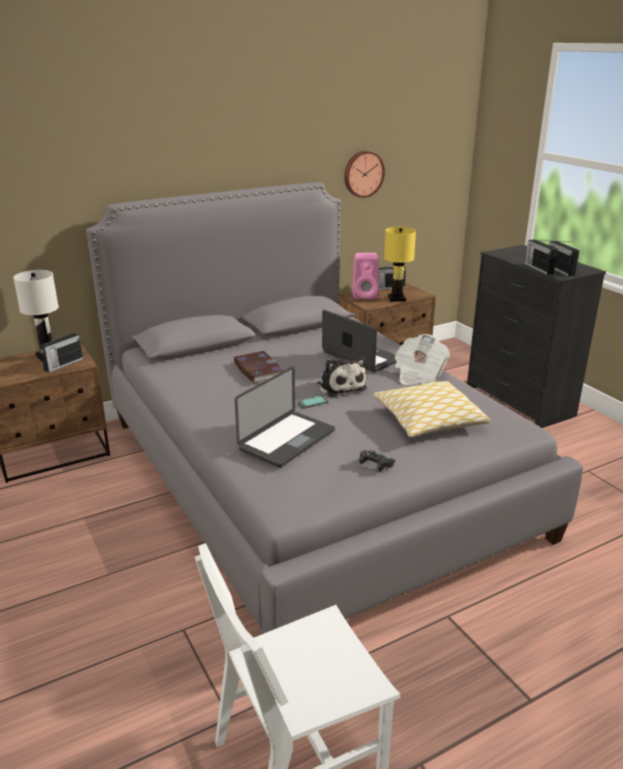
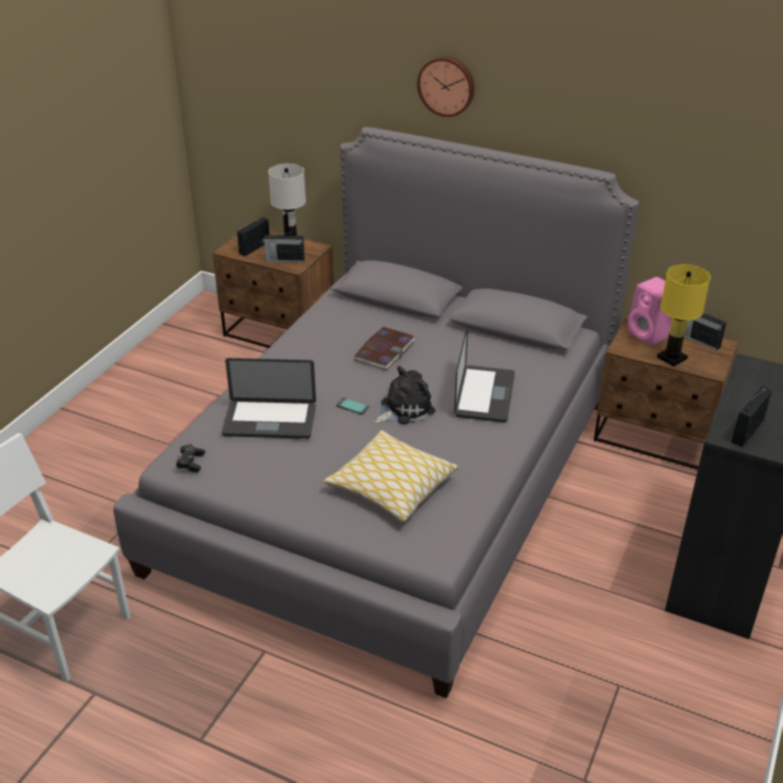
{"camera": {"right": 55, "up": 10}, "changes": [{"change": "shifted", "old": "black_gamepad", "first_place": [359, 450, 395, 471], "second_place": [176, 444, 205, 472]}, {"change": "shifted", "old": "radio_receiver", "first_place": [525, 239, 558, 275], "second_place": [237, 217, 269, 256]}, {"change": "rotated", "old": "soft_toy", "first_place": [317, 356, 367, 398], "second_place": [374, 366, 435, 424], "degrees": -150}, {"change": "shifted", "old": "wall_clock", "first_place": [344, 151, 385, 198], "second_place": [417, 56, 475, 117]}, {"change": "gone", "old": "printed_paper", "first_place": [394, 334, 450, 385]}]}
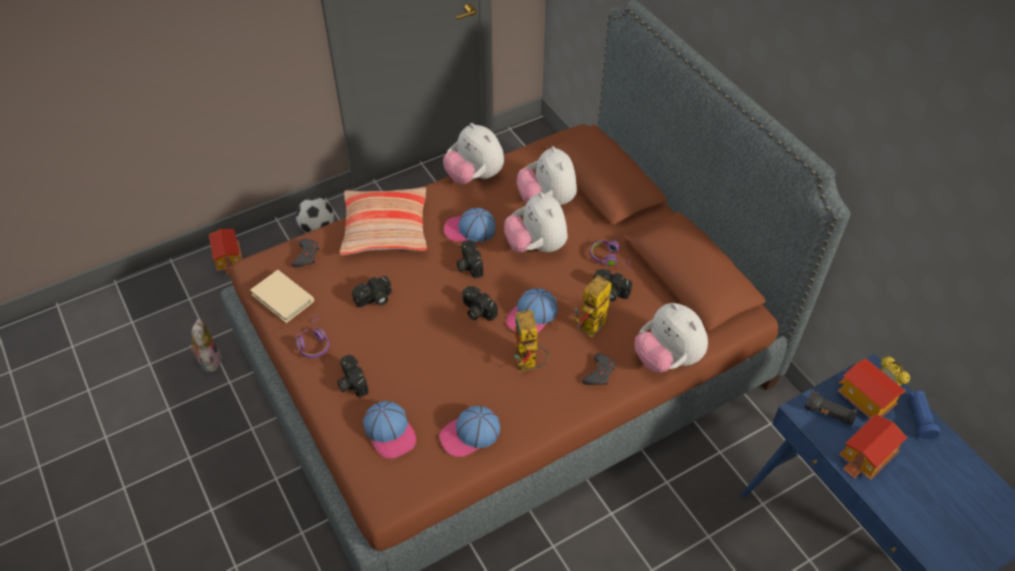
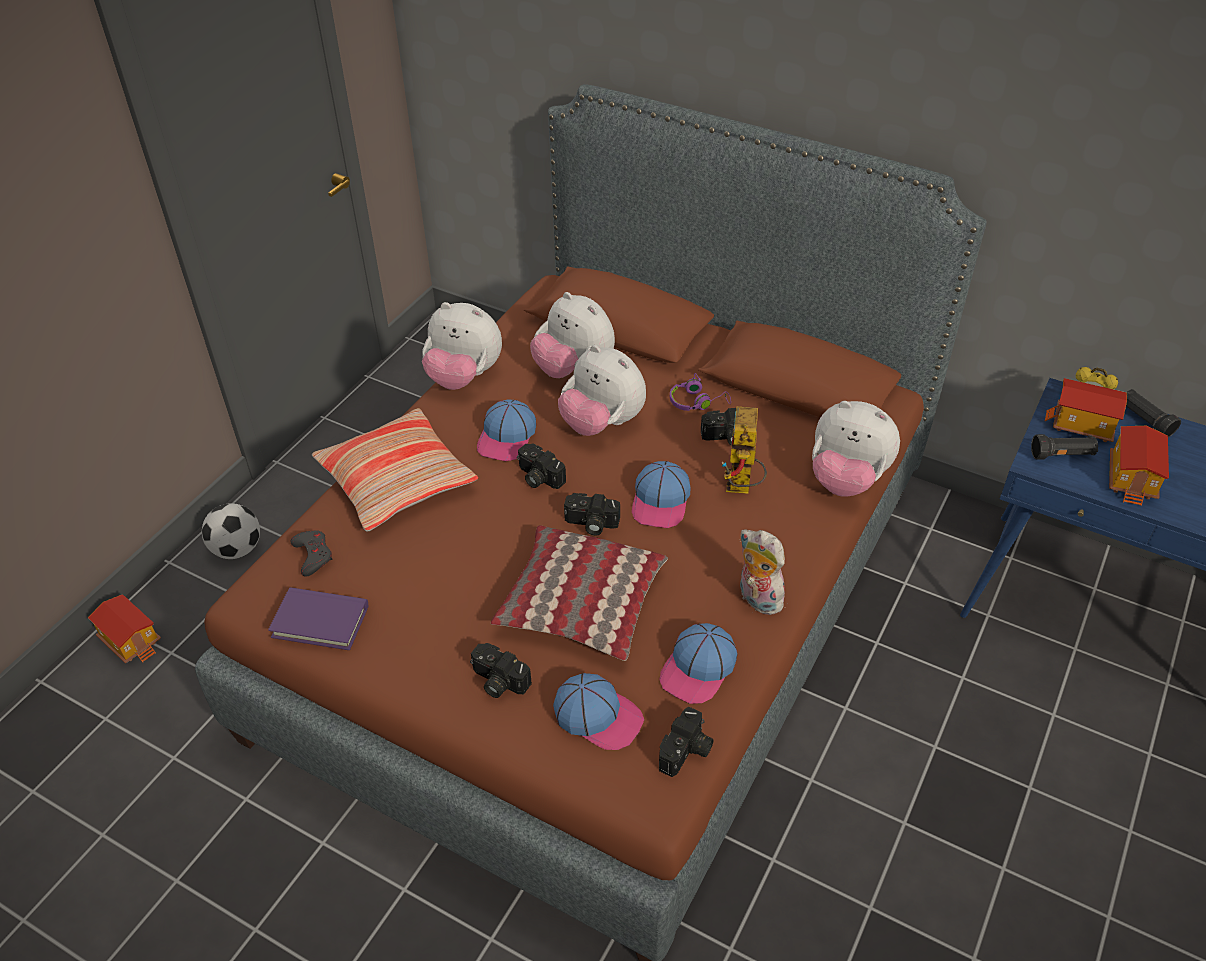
{"camera": {"right": -30, "up": -5}, "changes": [{"change": "repainted", "old": "sand-coloured_volume", "new": "purple_volume", "first_place": [250, 270, 314, 323], "second_place": [268, 587, 368, 650]}, {"change": "rotated", "old": "peaked_cap", "first_place": [444, 208, 496, 242], "second_place": [477, 399, 536, 461], "degrees": -45}, {"change": "new", "new": "cushion", "second_place": [491, 525, 668, 661]}, {"change": "shifted", "old": "photo_camera", "first_place": [352, 276, 392, 307], "second_place": [659, 707, 714, 777]}, {"change": "shifted", "old": "soft_toy", "first_place": [189, 319, 221, 372], "second_place": [740, 530, 786, 615]}, {"change": "repainted", "old": "blue-coloured_flashlight", "new": "black_flashlight", "first_place": [908, 390, 941, 440], "second_place": [1126, 389, 1181, 438]}, {"change": "gone", "old": "purple_headphones", "first_place": [295, 314, 330, 358]}, {"change": "gone", "old": "model_robot", "first_place": [514, 310, 549, 372]}, {"change": "gone", "old": "grey_gamepad", "first_place": [582, 353, 615, 385]}]}
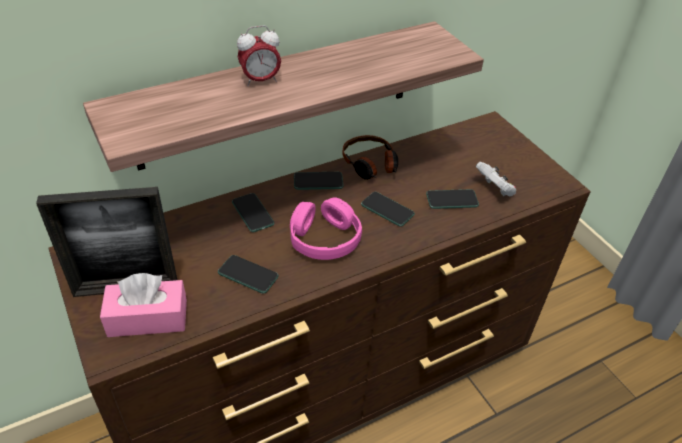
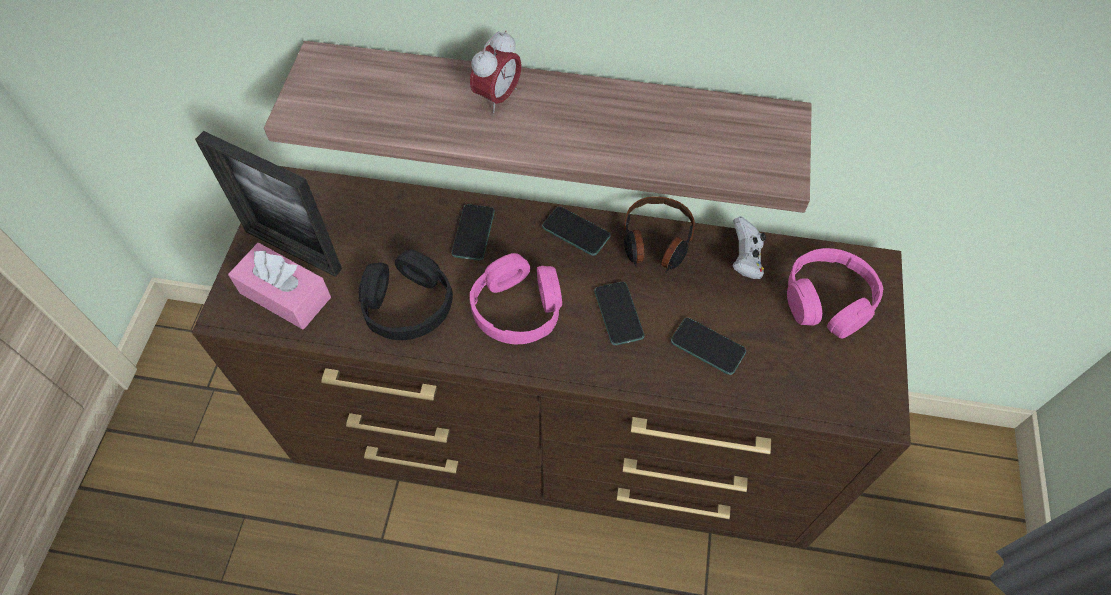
{"camera": {"right": 40, "up": 15}, "changes": [{"change": "swapped", "old": "telephone", "new": "black_headphones", "first_place": [218, 255, 279, 294], "second_place": [359, 249, 453, 340]}, {"change": "rotated", "old": "bedside_clock", "first_place": [237, 25, 281, 86], "second_place": [470, 30, 521, 113], "degrees": -75}, {"change": "shifted", "old": "white_gamepad", "first_place": [476, 162, 516, 196], "second_place": [733, 217, 766, 279]}, {"change": "new", "new": "pinkish_headphones", "second_place": [787, 248, 884, 338]}]}
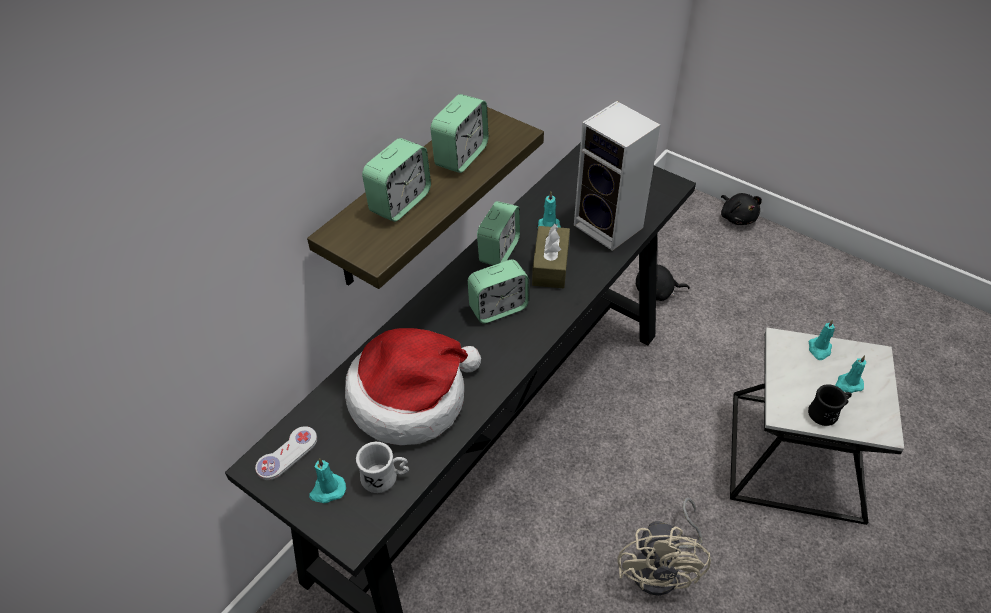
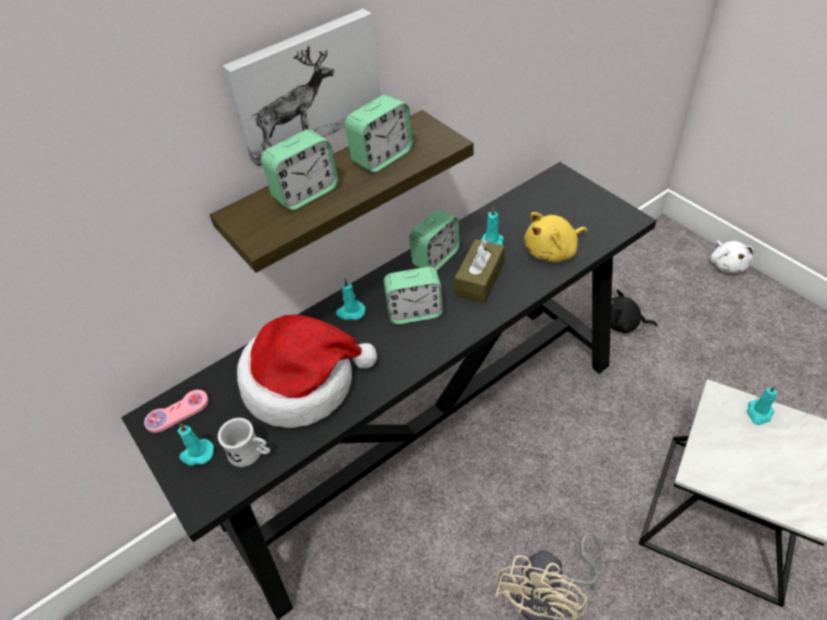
{"camera": {"right": 20, "up": 0}, "changes": [{"change": "repainted", "old": "white_gamepad", "new": "pinkish_gamepad", "first_place": [255, 426, 317, 480], "second_place": [144, 390, 209, 433]}, {"change": "new", "new": "wall_art", "second_place": [222, 9, 381, 169]}, {"change": "shifted", "old": "turquoise-coloured_wax_candle", "first_place": [835, 355, 866, 393], "second_place": [336, 278, 365, 320]}, {"change": "swapped", "old": "loudspeaker", "new": "yellow-coloured_soft_toy", "first_place": [574, 101, 660, 251], "second_place": [524, 212, 587, 262]}, {"change": "repainted", "old": "black_soft_toy", "new": "white_soft_toy", "first_place": [721, 193, 762, 225], "second_place": [711, 240, 754, 273]}, {"change": "gone", "old": "black_tea_mug", "first_place": [808, 384, 852, 426]}]}
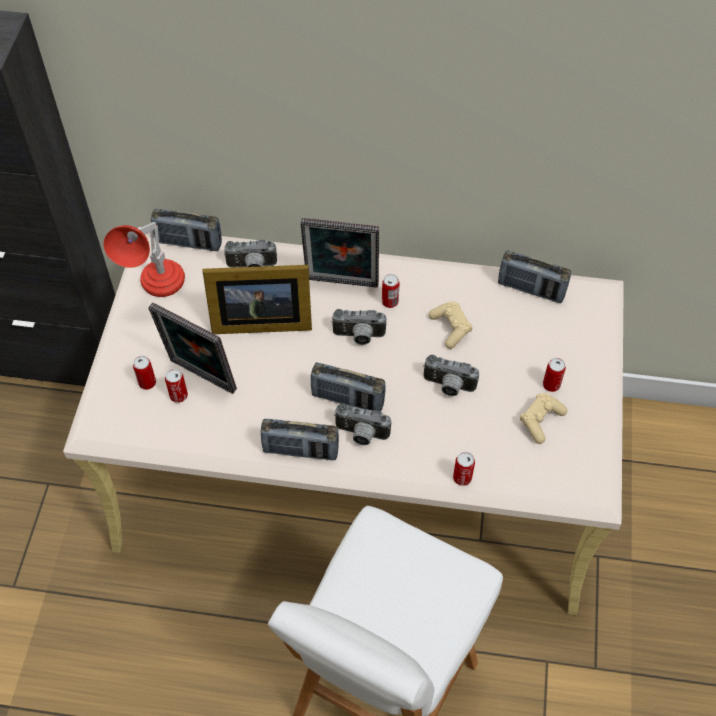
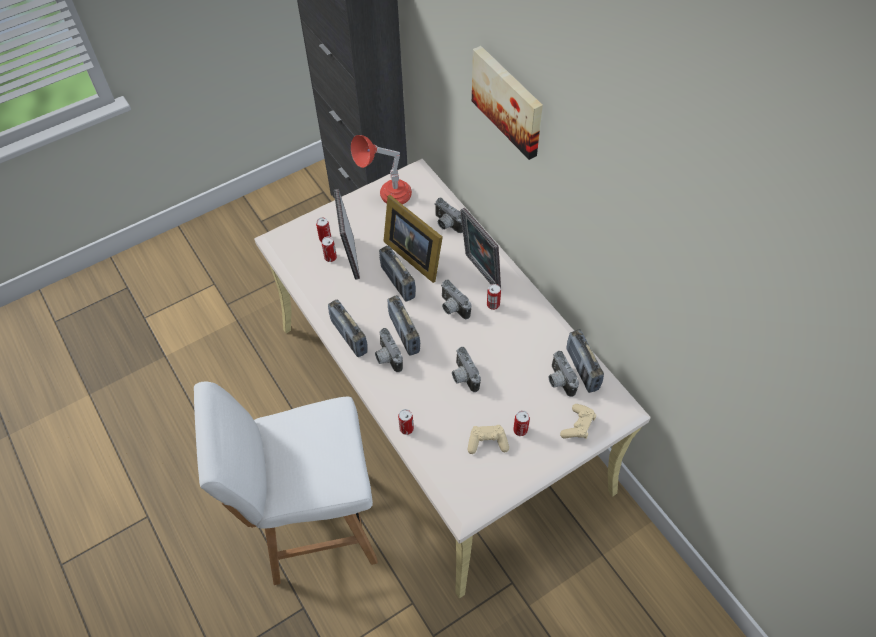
{"camera": {"right": 50, "up": 0}, "changes": [{"change": "shifted", "old": "radio_receiver", "first_place": [151, 209, 222, 251], "second_place": [379, 245, 416, 302]}, {"change": "new", "new": "wall_art", "second_place": [472, 46, 543, 160]}, {"change": "new", "new": "photo_camera", "second_place": [549, 351, 579, 397]}, {"change": "shifted", "old": "sand-coloured_gamepad", "first_place": [429, 301, 473, 349], "second_place": [560, 404, 596, 439]}]}
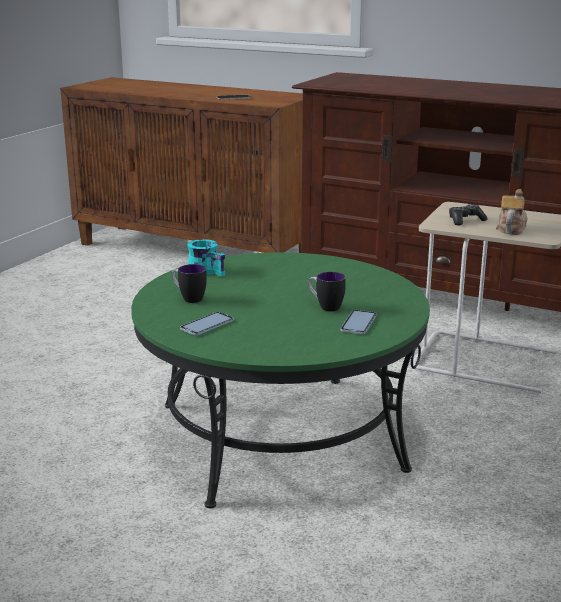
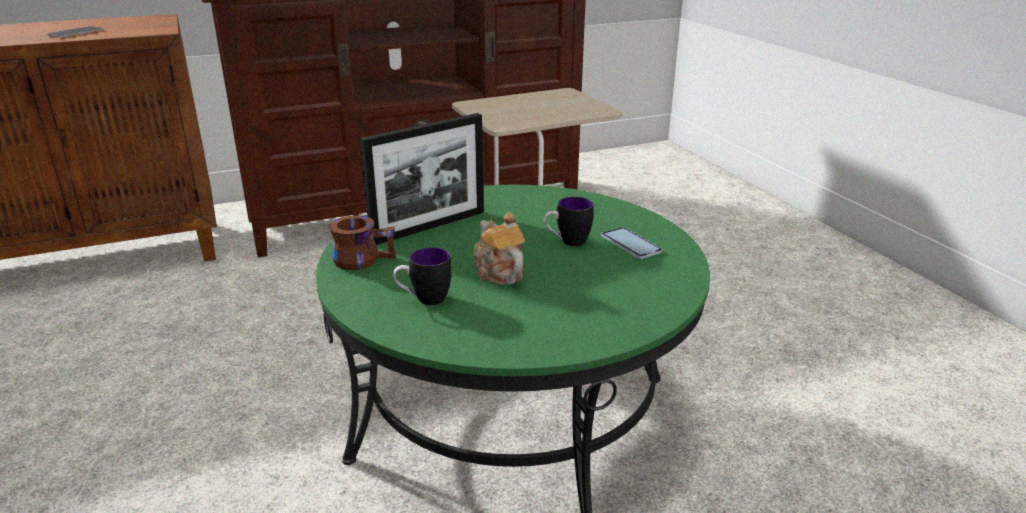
{"camera": {"right": -50, "up": 5}, "changes": [{"change": "repainted", "old": "turquoise-coloured_tea_mug", "new": "brownish_tea_mug", "first_place": [187, 239, 225, 277], "second_place": [329, 215, 396, 270]}, {"change": "new", "new": "photo_frame", "second_place": [360, 113, 484, 245]}, {"change": "shifted", "old": "pot_for_tea", "first_place": [496, 189, 527, 235], "second_place": [473, 212, 525, 285]}, {"change": "gone", "old": "telephone", "first_place": [180, 312, 234, 335]}, {"change": "gone", "old": "gamepad", "first_place": [449, 204, 488, 226]}]}
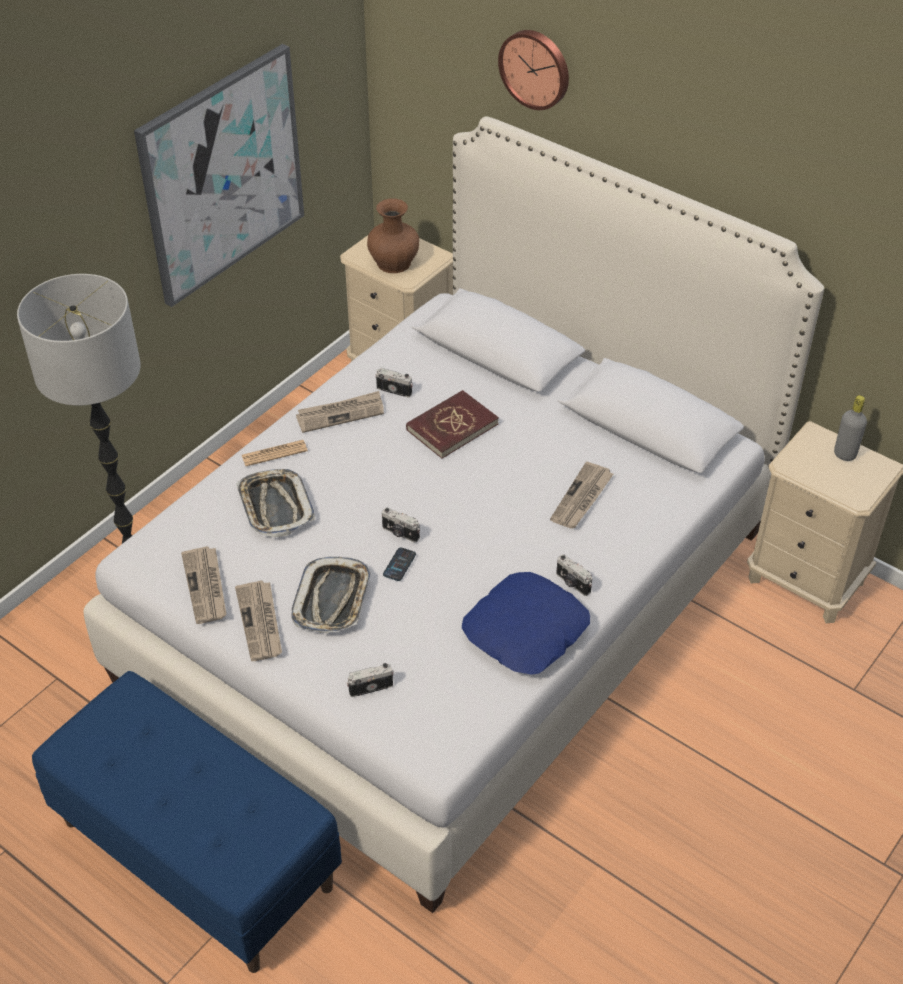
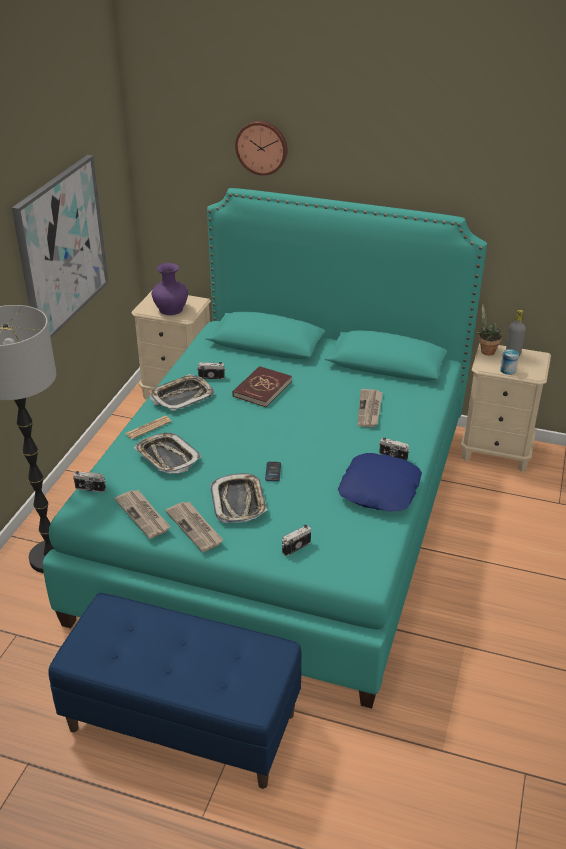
{"camera": {"right": -20, "up": -10}, "changes": [{"change": "repainted", "old": "white_bedroom_bed", "new": "turquoise-coloured_bedroom_bed", "first_place": [83, 116, 824, 913], "second_place": [43, 188, 487, 709]}, {"change": "shifted", "old": "photo_camera", "first_place": [382, 507, 420, 543], "second_place": [73, 471, 106, 492]}, {"change": "swapped", "old": "printed_paper", "new": "serving_tray", "first_place": [296, 391, 384, 433], "second_place": [150, 374, 214, 411]}, {"change": "repainted", "old": "brownish_flower_vase", "new": "purple_flower_vase", "first_place": [367, 198, 419, 273], "second_place": [152, 263, 188, 315]}, {"change": "new", "new": "plant_in_a_pot", "second_place": [476, 304, 503, 355]}, {"change": "new", "new": "sealed_can", "second_place": [500, 349, 519, 375]}]}
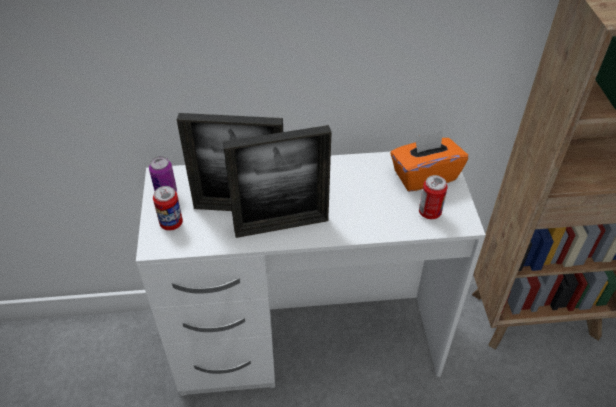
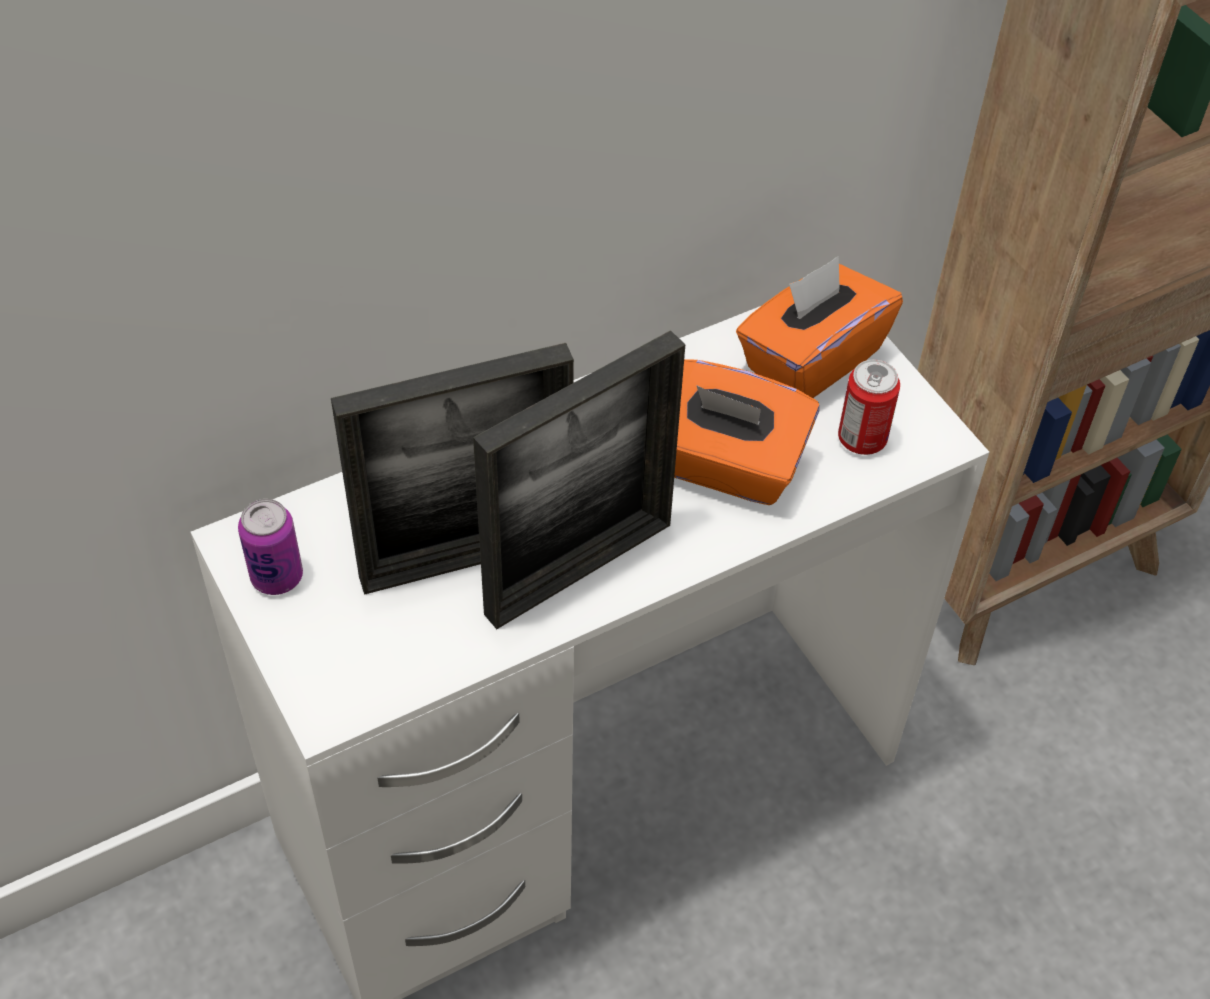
{"camera": {"right": -25, "up": 5}, "changes": [{"change": "new", "new": "orange-coloured_box_of_tissues", "second_place": [674, 359, 819, 505]}, {"change": "gone", "old": "sealed_can", "first_place": [153, 186, 183, 231]}]}
